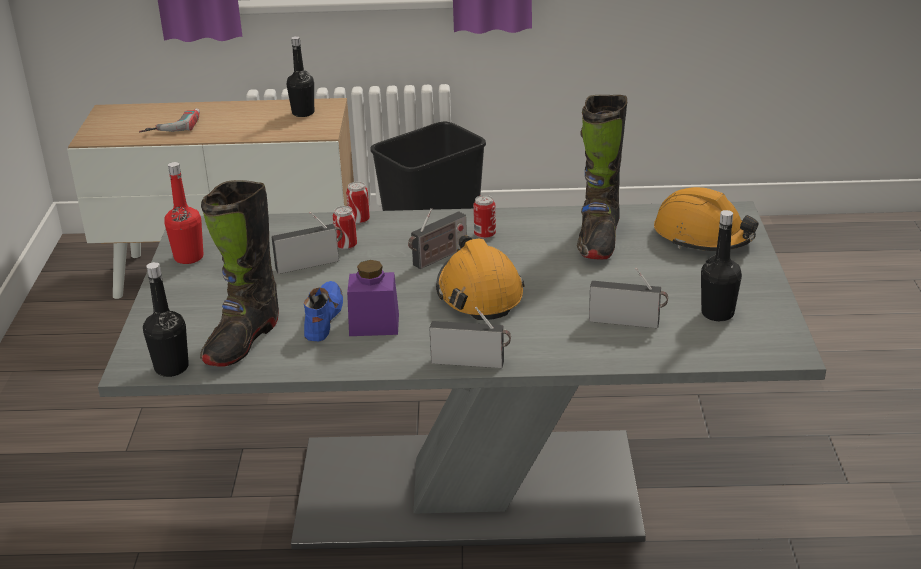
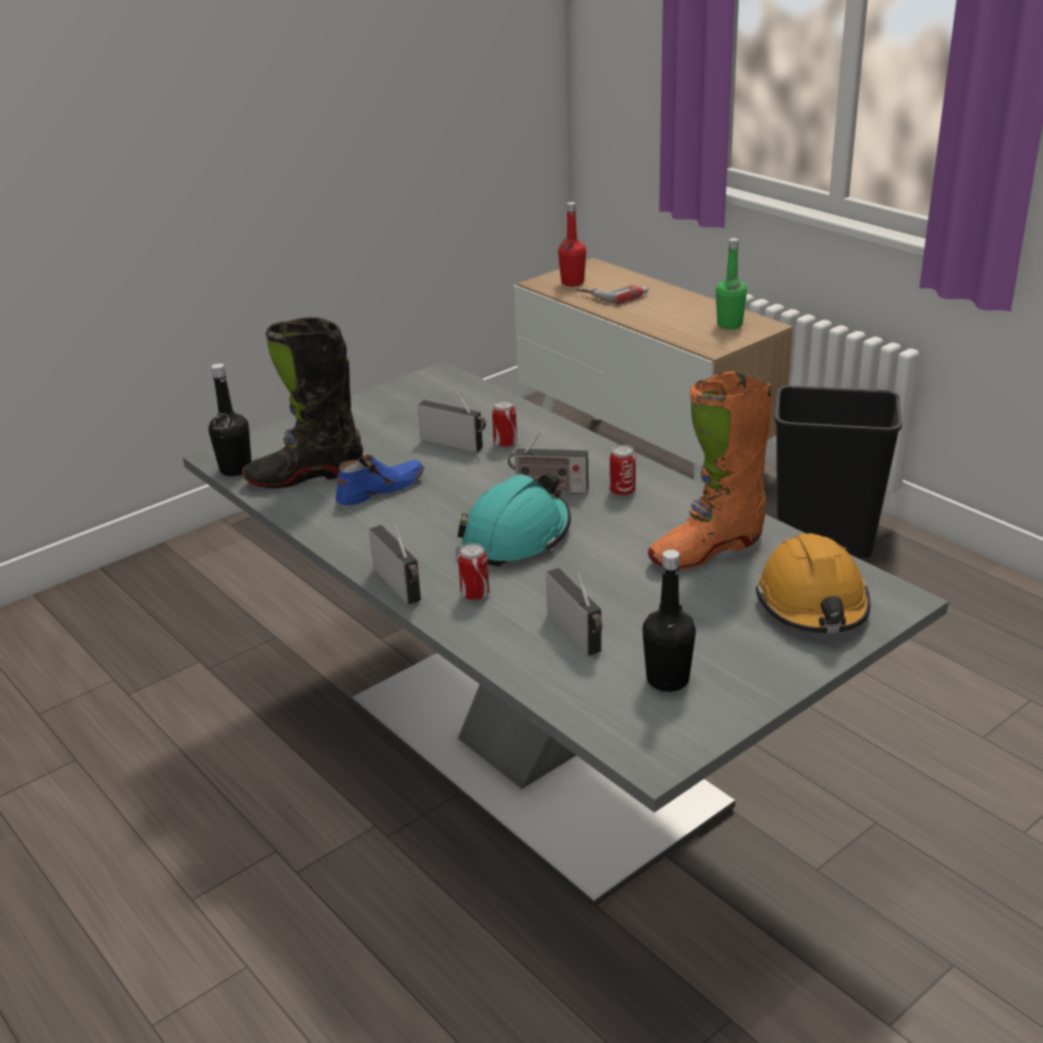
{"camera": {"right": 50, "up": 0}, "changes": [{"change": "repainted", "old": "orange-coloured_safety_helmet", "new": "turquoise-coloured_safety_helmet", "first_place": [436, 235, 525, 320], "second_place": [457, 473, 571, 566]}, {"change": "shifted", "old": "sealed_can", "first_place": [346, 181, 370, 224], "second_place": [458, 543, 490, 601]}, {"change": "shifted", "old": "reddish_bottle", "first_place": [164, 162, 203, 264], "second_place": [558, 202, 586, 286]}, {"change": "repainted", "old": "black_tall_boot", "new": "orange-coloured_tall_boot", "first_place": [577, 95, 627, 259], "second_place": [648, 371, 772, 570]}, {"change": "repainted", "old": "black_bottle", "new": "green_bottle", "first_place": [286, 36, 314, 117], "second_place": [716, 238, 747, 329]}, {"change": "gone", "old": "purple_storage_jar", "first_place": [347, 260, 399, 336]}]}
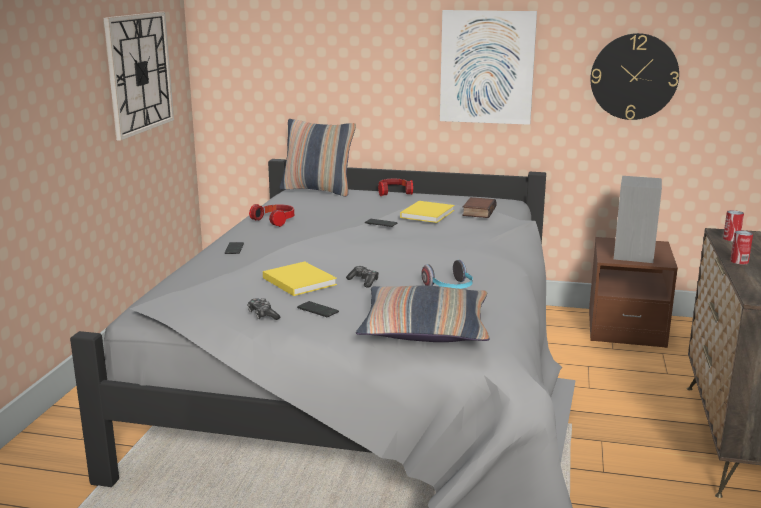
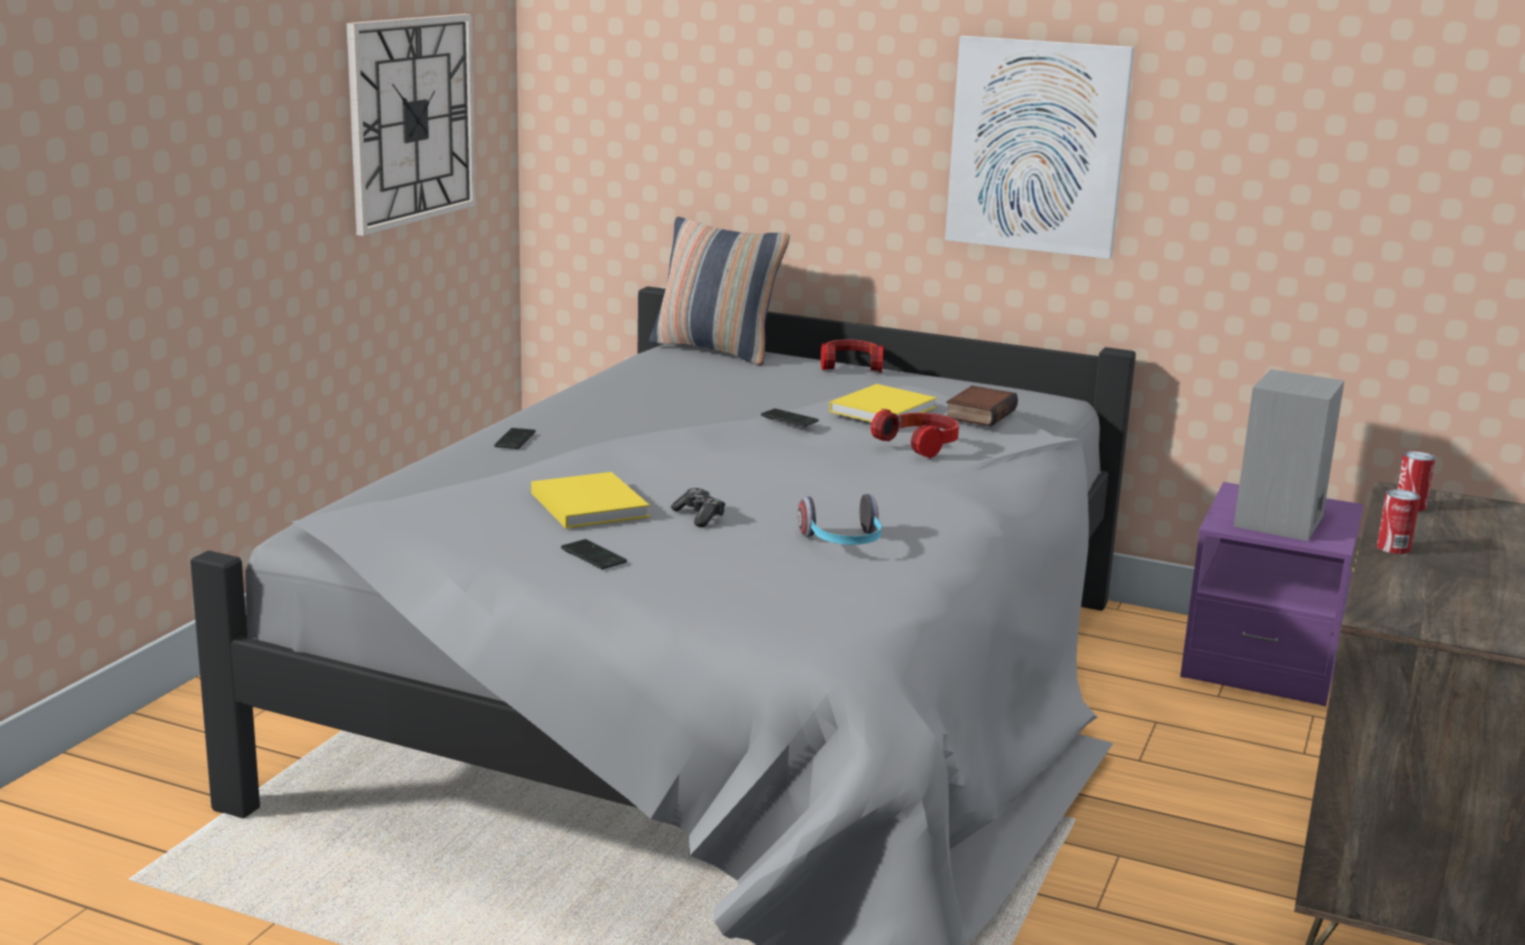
{"camera": {"right": 10, "up": 0}, "changes": [{"change": "shifted", "old": "headphones", "first_place": [249, 204, 294, 227], "second_place": [871, 409, 959, 459]}, {"change": "repainted", "old": "brownish_night_table", "new": "purple_night_table", "first_place": [589, 237, 678, 348], "second_place": [1180, 482, 1364, 706]}, {"change": "gone", "old": "gamepad", "first_place": [247, 298, 280, 320]}, {"change": "gone", "old": "cushion", "first_place": [356, 286, 490, 342]}, {"change": "gone", "old": "wall_clock", "first_place": [590, 33, 679, 120]}]}
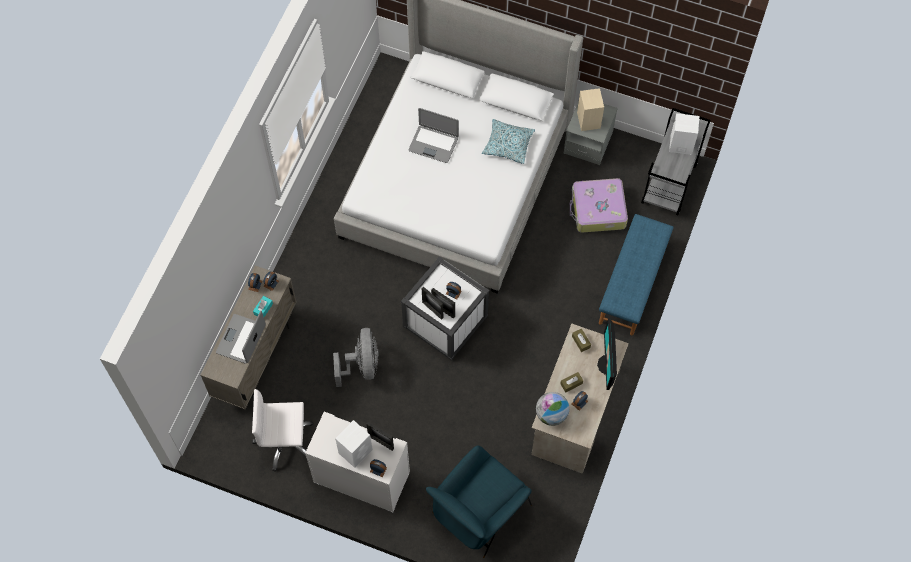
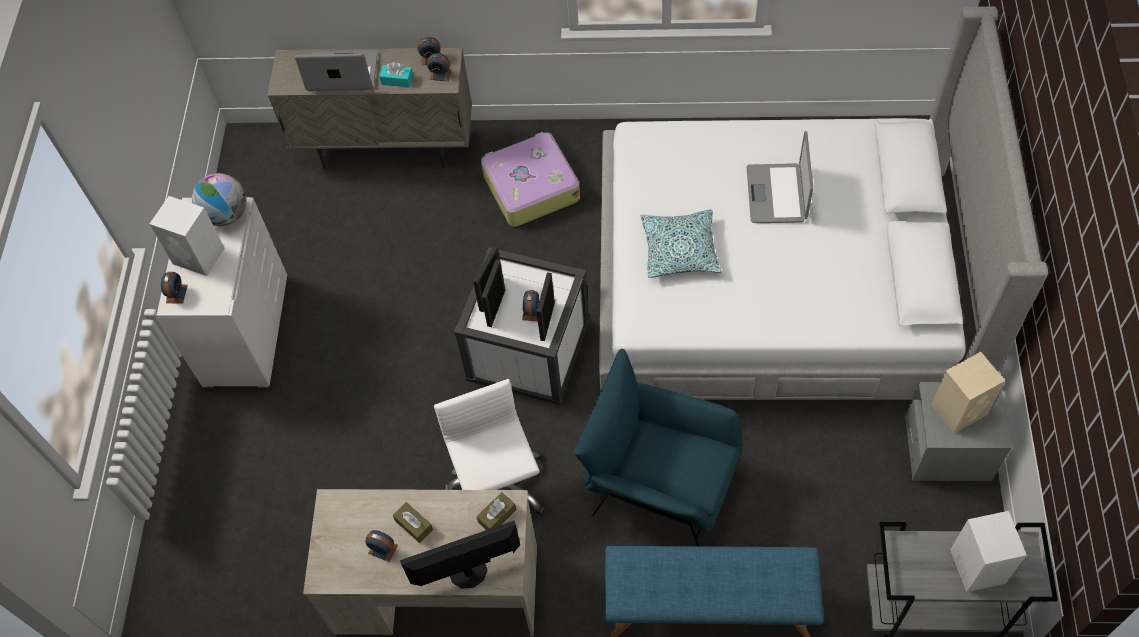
{"camera": {"right": 75, "up": -5}, "changes": [{"change": "shifted", "old": "desk_globe", "first_place": [536, 392, 570, 426], "second_place": [192, 173, 247, 226]}, {"change": "shifted", "old": "white_computer_chair", "first_place": [252, 389, 313, 472], "second_place": [434, 379, 545, 515]}, {"change": "shifted", "old": "travel_case", "first_place": [570, 178, 628, 233], "second_place": [481, 132, 580, 227]}, {"change": "shifted", "old": "photo_frame", "first_place": [366, 422, 394, 451], "second_place": [536, 272, 555, 341]}, {"change": "shifted", "old": "blue-coloured_armchair", "first_place": [426, 445, 532, 558], "second_place": [574, 349, 743, 546]}, {"change": "shifted", "old": "cushion", "first_place": [482, 119, 535, 164], "second_place": [640, 209, 721, 278]}, {"change": "gone", "old": "grey_electric_fan", "first_place": [333, 328, 379, 387]}]}
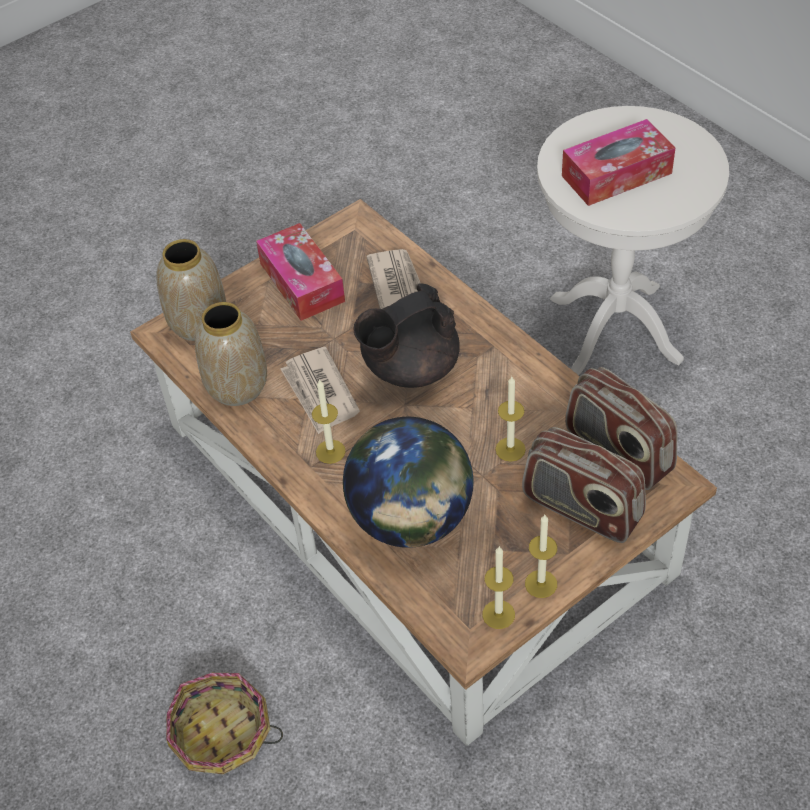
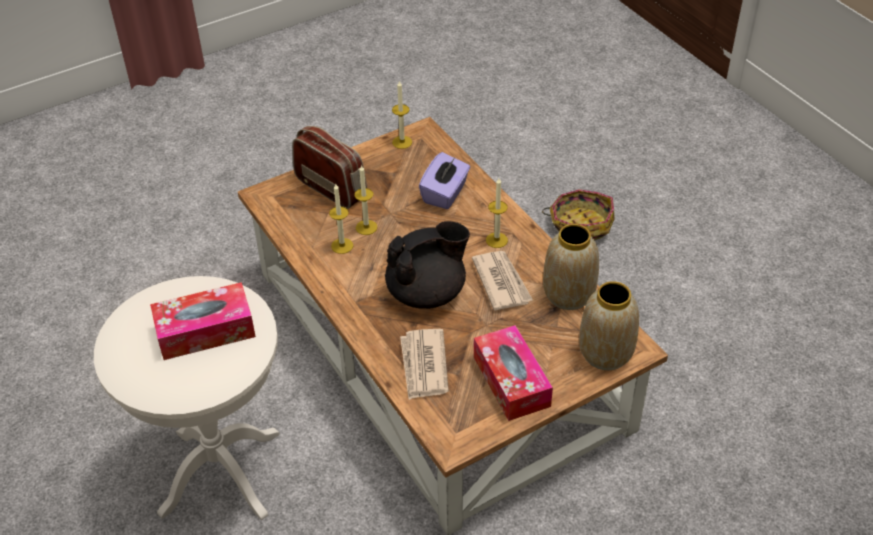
{"camera": {"right": -175, "up": -5}, "changes": [{"change": "shifted", "old": "wax_candle", "first_place": [525, 515, 557, 598], "second_place": [329, 184, 353, 254]}, {"change": "swapped", "old": "desk_globe", "new": "purple_box_of_tissues", "first_place": [343, 417, 473, 548], "second_place": [419, 152, 470, 209]}, {"change": "gone", "old": "radio_receiver", "first_place": [565, 367, 678, 490]}]}
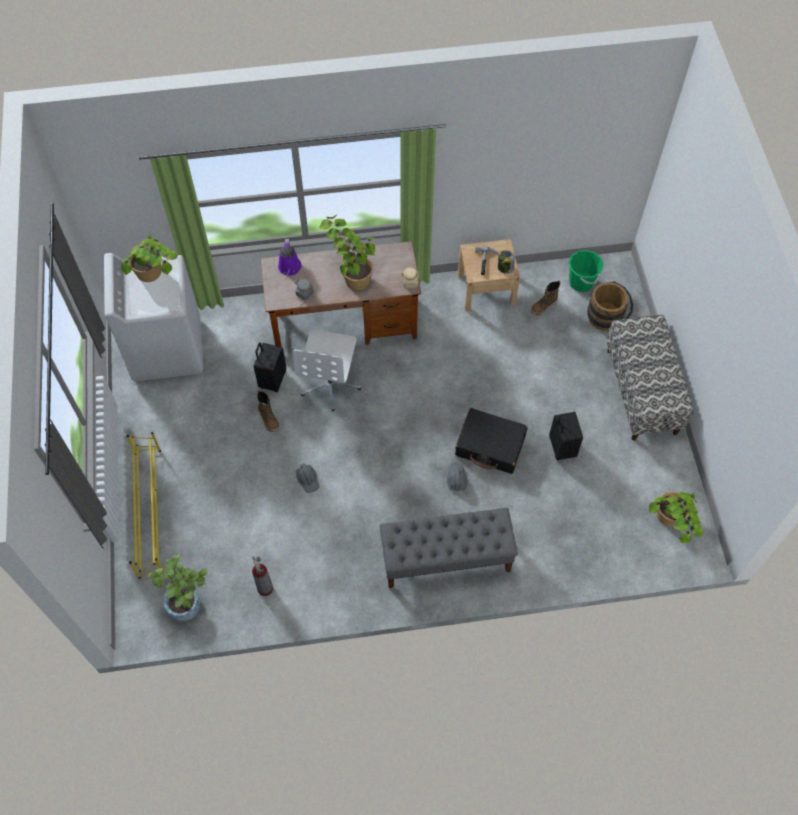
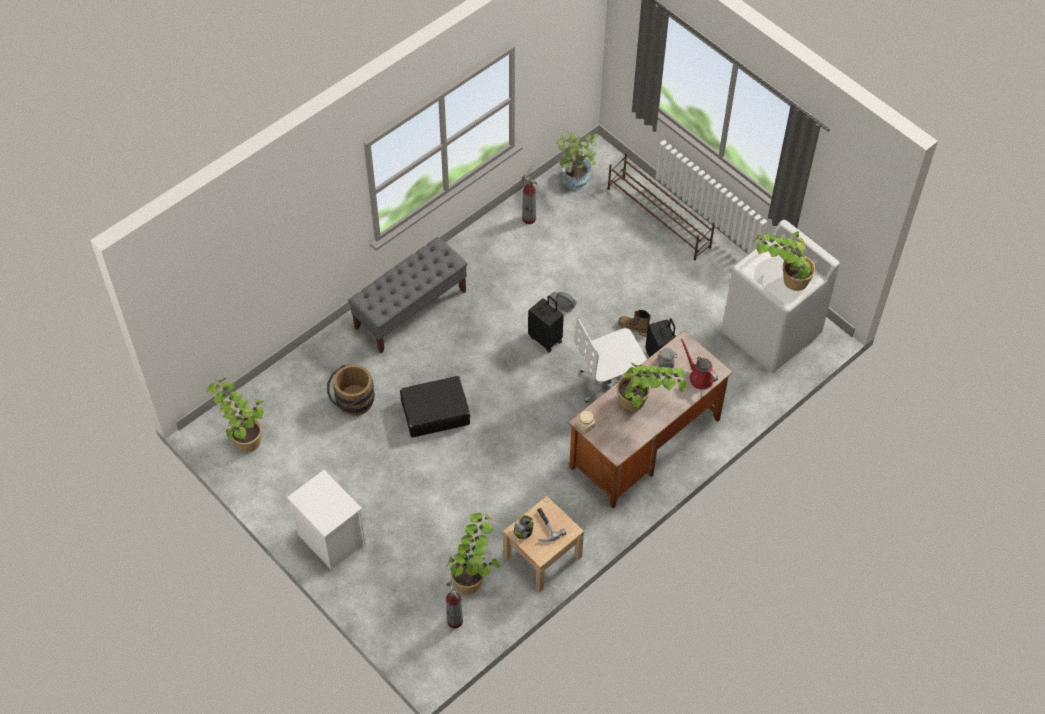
{"camera": {"right": 145, "up": -5}, "changes": [{"change": "swapped", "old": "bench", "new": "white_night_table", "first_place": [606, 315, 693, 441], "second_place": [287, 470, 366, 570]}, {"change": "shifted", "old": "brownish_pail", "first_place": [587, 281, 633, 331], "second_place": [327, 365, 375, 416]}, {"change": "swapped", "old": "green_pail", "new": "fire-fighting_cylinder", "first_place": [569, 250, 604, 292], "second_place": [446, 580, 463, 629]}, {"change": "swapped", "old": "tall_boot", "new": "plant_in_a_pot", "first_place": [531, 280, 561, 316], "second_place": [448, 513, 501, 594]}, {"change": "shifted", "old": "black_travel_case", "first_place": [549, 412, 583, 460], "second_place": [528, 296, 564, 352]}, {"change": "rotated", "old": "white_computer_chair", "first_place": [293, 330, 361, 411], "second_place": [574, 317, 647, 403], "degrees": -90}, {"change": "repainted", "old": "yellow-coloured_shoe_shelf", "new": "brownish_shoe_shelf", "first_place": [127, 432, 165, 579], "second_place": [608, 153, 715, 260]}, {"change": "repainted", "old": "purple_sprinkling_can", "new": "reddish_sprinkling_can", "first_place": [278, 239, 301, 276], "second_place": [680, 338, 718, 390]}, {"change": "gone", "old": "grey_safety_helmet", "first_place": [447, 463, 467, 491]}]}
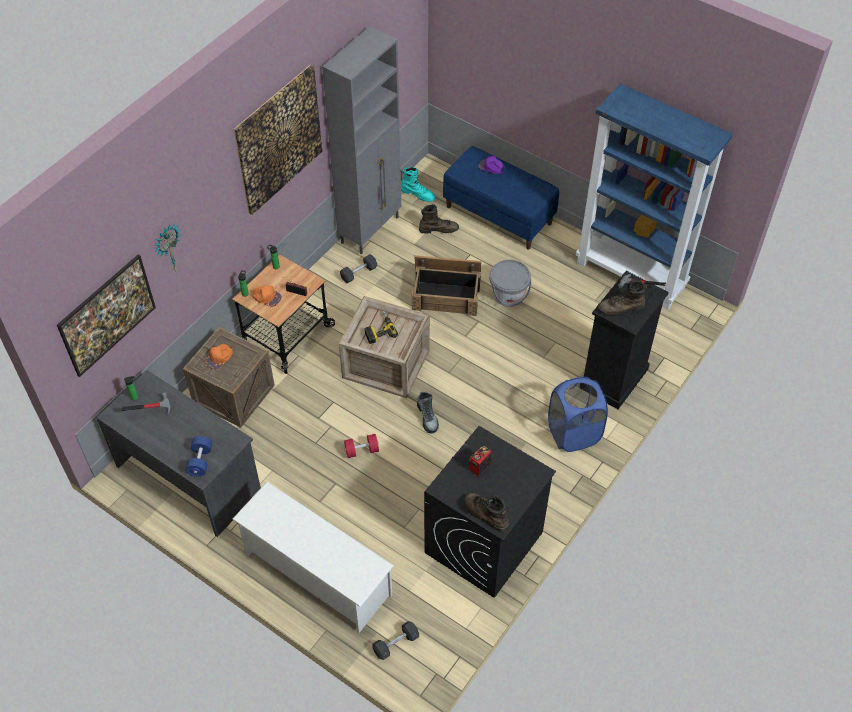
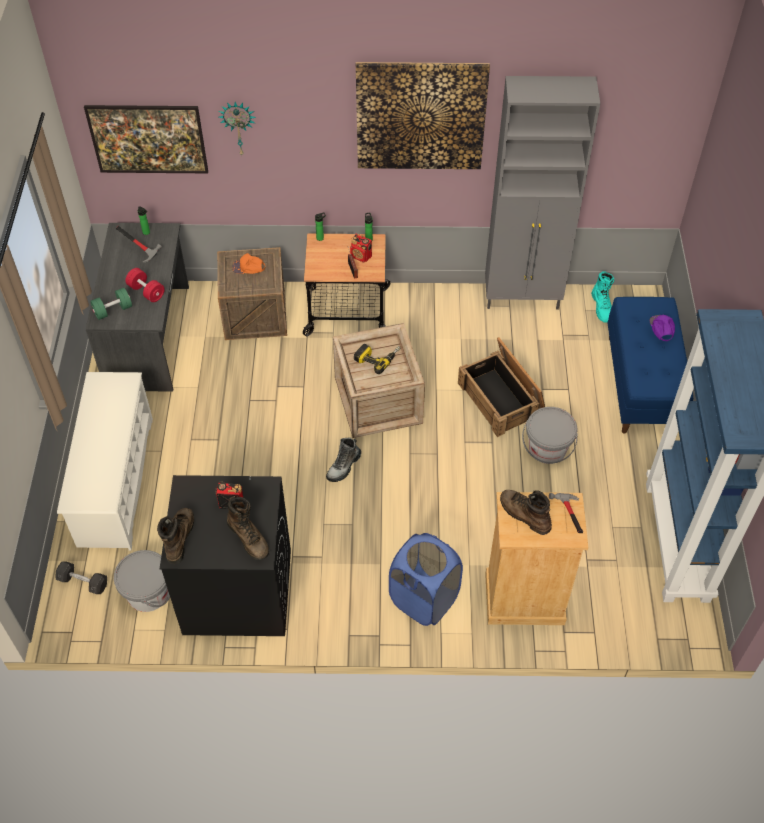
{"camera": {"right": 55, "up": 0}, "changes": [{"change": "repainted", "old": "blue-coloured_hand_weight", "new": "green_hand_weight", "first_place": [185, 436, 212, 476], "second_place": [90, 288, 132, 320]}, {"change": "new", "new": "grey_pail", "second_place": [114, 550, 170, 612]}, {"change": "shifted", "old": "reddish_hand_weight", "first_place": [344, 434, 379, 458], "second_place": [125, 268, 165, 302]}, {"change": "shifted", "old": "brownish_tall_boot", "first_place": [419, 204, 459, 234], "second_place": [227, 496, 269, 560]}, {"change": "new", "new": "radio_receiver", "second_place": [350, 234, 372, 263]}, {"change": "repainted", "old": "black_drawer_chest", "new": "sand-coloured_drawer_chest", "first_place": [584, 271, 669, 409], "second_place": [485, 492, 588, 625]}, {"change": "gone", "old": "orange-coloured_peaked_cap", "first_place": [252, 285, 282, 307]}, {"change": "gone", "old": "grey_hand_weight", "first_place": [340, 254, 377, 283]}]}
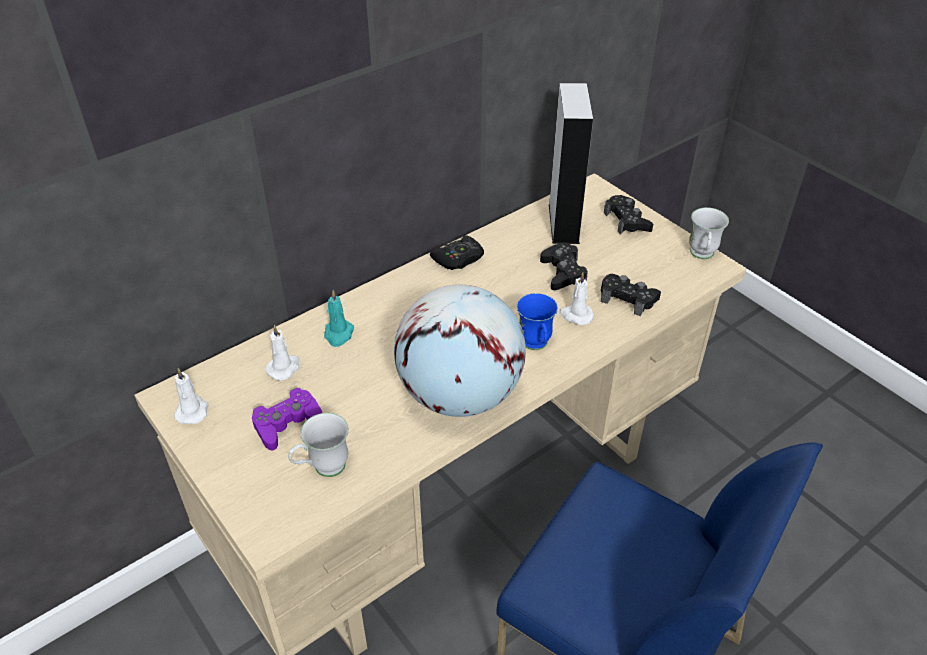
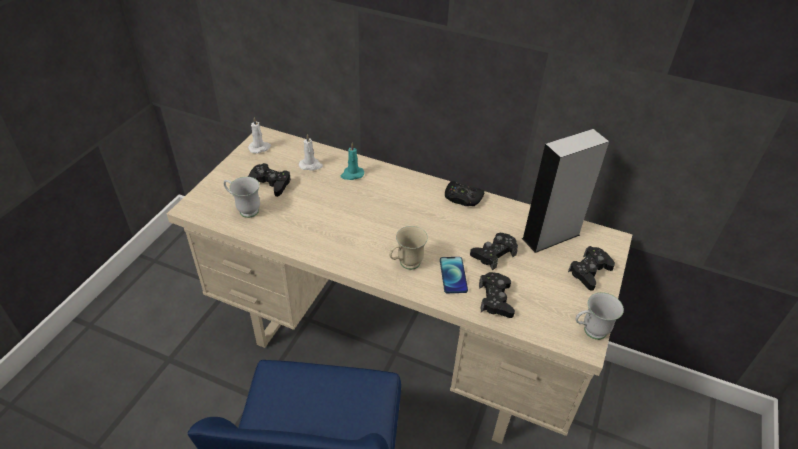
{"camera": {"right": 60, "up": 0}, "changes": [{"change": "repainted", "old": "purple_gamepad", "new": "black_gamepad", "first_place": [252, 388, 322, 450], "second_place": [248, 163, 291, 197]}, {"change": "repainted", "old": "blue-coloured_tea_mug", "new": "sand-coloured_tea_mug", "first_place": [516, 293, 558, 350], "second_place": [389, 226, 428, 270]}, {"change": "swapped", "old": "white_wax_candle", "new": "telephone", "first_place": [559, 272, 594, 325], "second_place": [440, 257, 468, 293]}, {"change": "gone", "old": "desk_globe", "first_place": [394, 285, 526, 417]}]}
